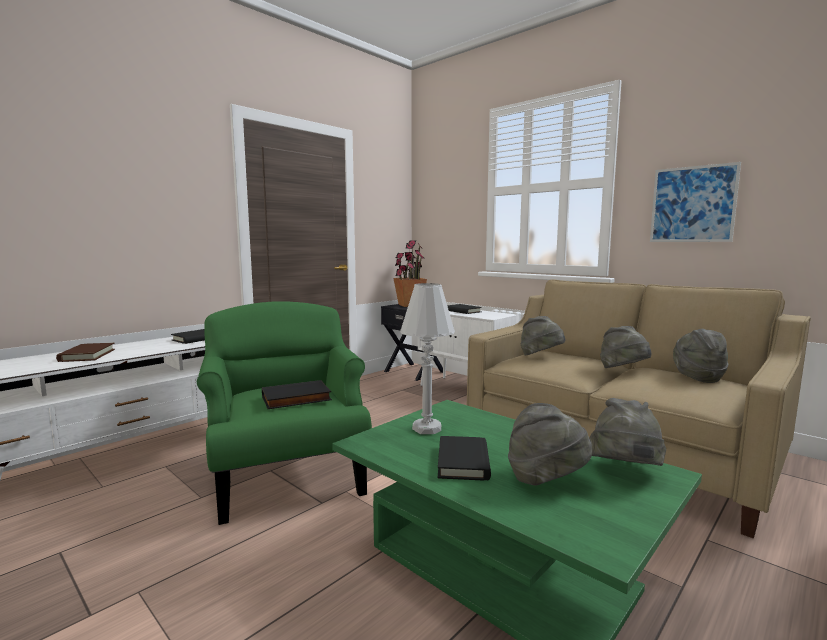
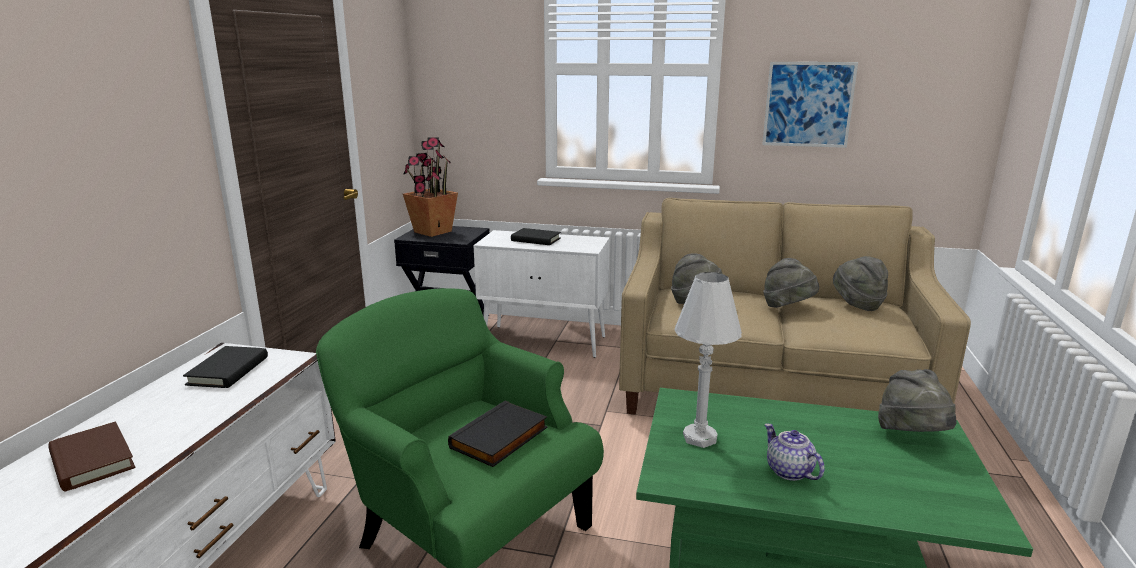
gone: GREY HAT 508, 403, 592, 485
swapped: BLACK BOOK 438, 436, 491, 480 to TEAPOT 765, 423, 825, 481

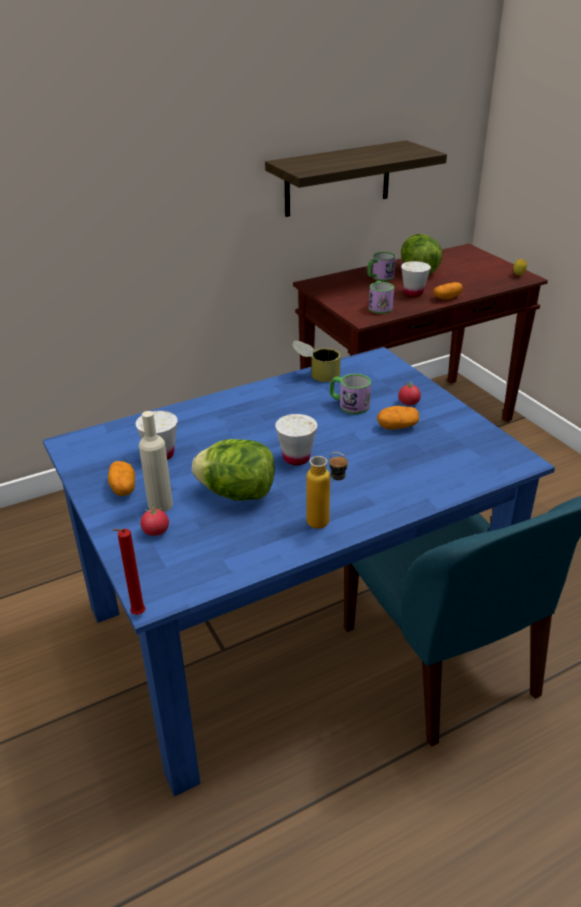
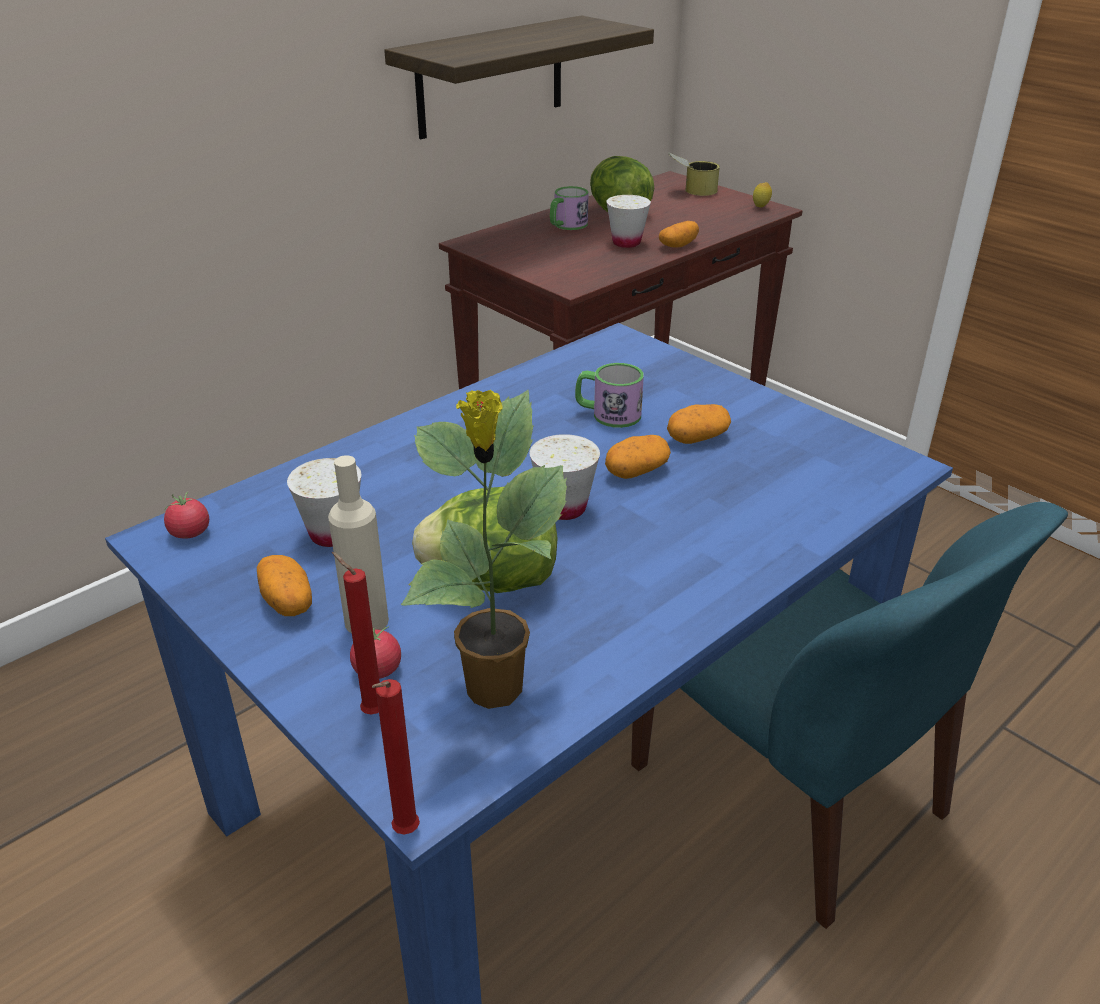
gone: MUG 369, 281, 394, 314; BOTTLE 306, 452, 348, 529
new: POTTED PLANT 401, 390, 567, 709; POTATO 605, 435, 671, 479; RED CANDLE 332, 552, 380, 714
shifted: CAN 292, 340, 341, 382 to 668, 152, 720, 196; TOMATO 398, 382, 421, 405 to 164, 492, 209, 539

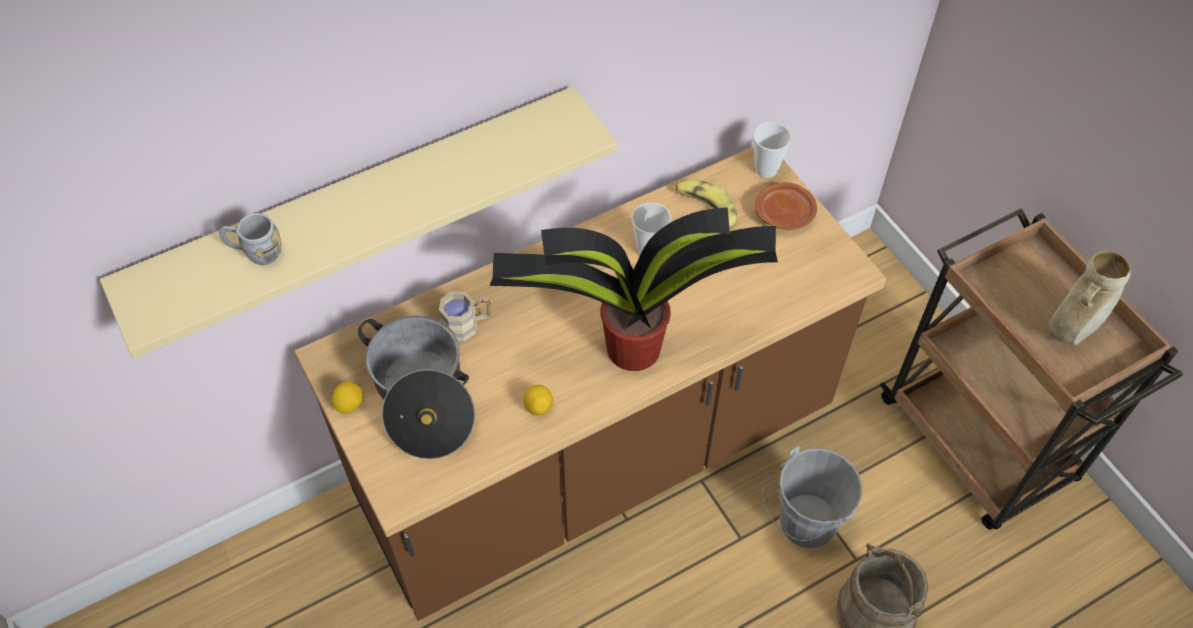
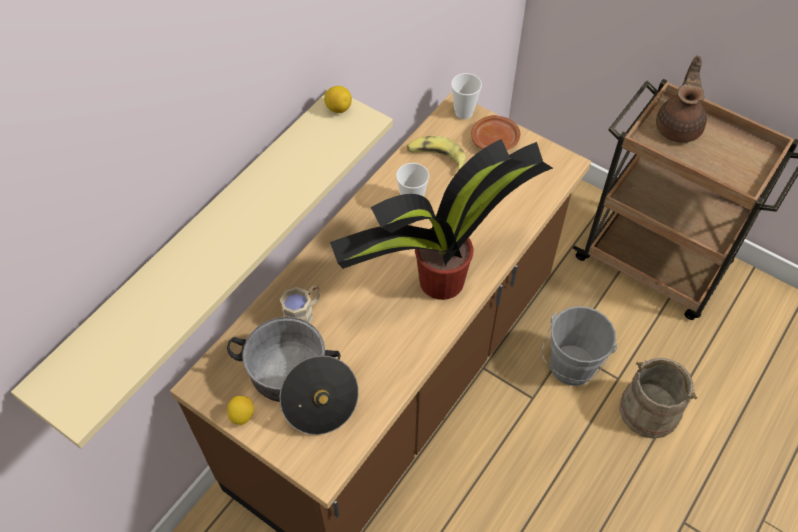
gone: GREY MUG 219, 213, 282, 265; BEIGE VASE 1049, 251, 1131, 345
new: BROWN TEAPOT 656, 56, 707, 143
shifted: LEMON 523, 385, 553, 415 to 324, 86, 352, 113

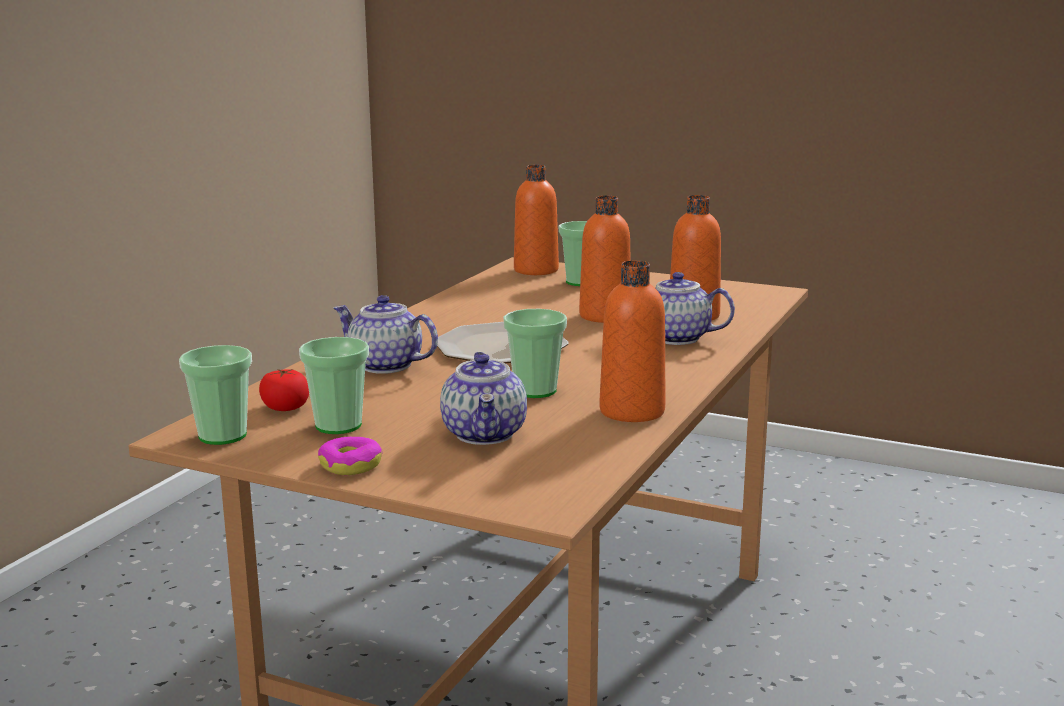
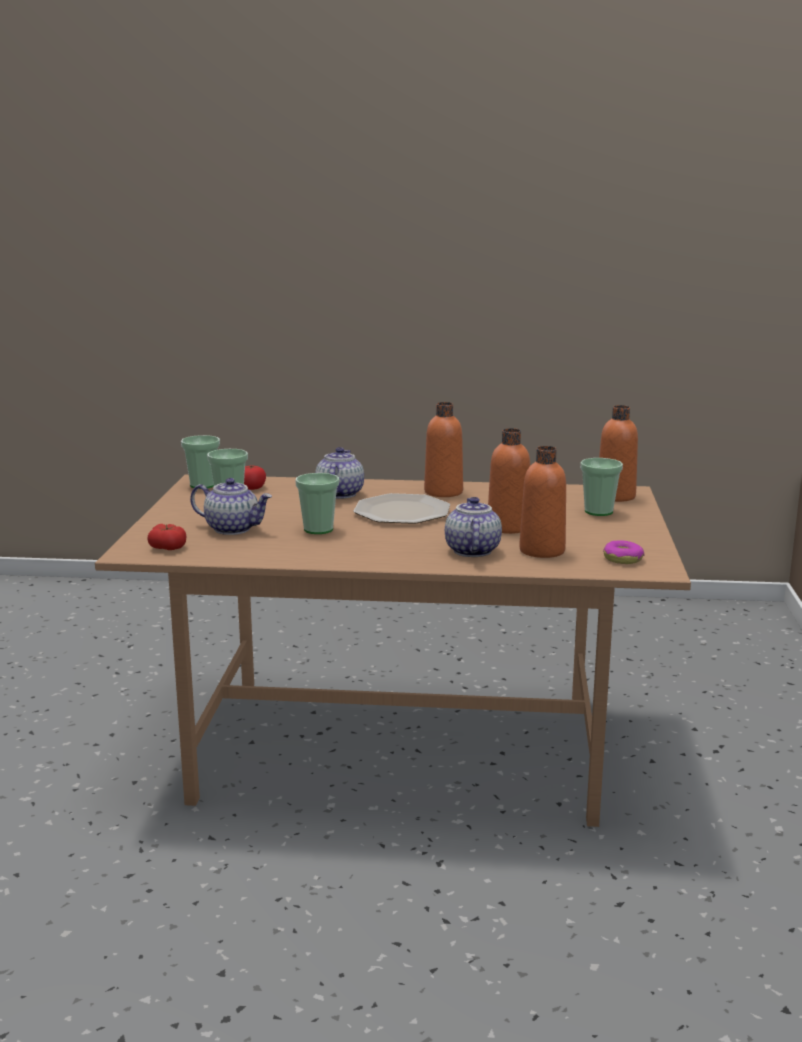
new: TOMATO 147, 524, 186, 550
shifted: ORANGE BOTTLE 599, 261, 665, 422 to 424, 402, 463, 497; DONUT 318, 437, 383, 475 to 603, 540, 644, 564
rotated: TEAPOT 440, 352, 527, 445 = 190, 478, 272, 535 135 degrees counterclockwise

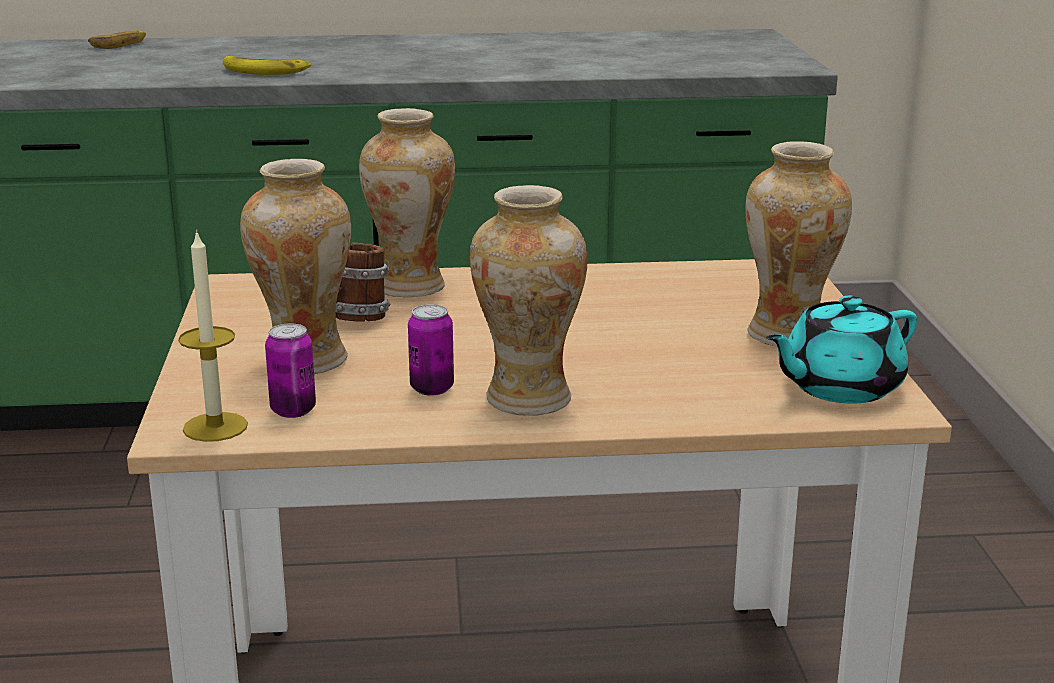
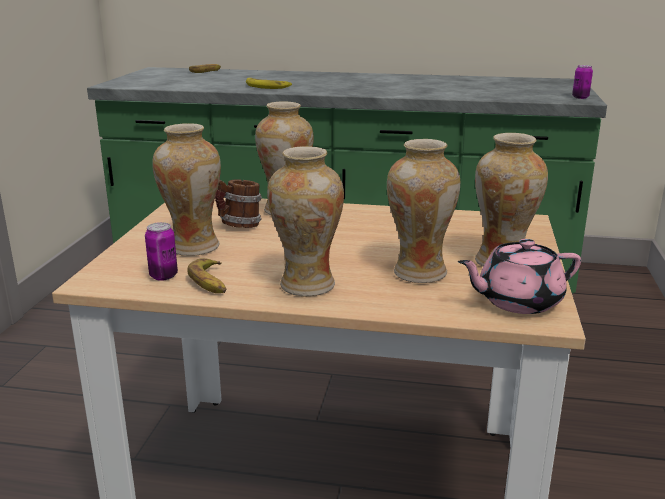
gone: CANDLE 178, 229, 248, 442
new: VASE 387, 139, 460, 283; BANANA 187, 258, 226, 293
shifted: CAN 408, 304, 454, 396 to 572, 65, 593, 99
repainted: TURQUOISE TEAPOT 766, 296, 917, 404 to PINK TEAPOT 458, 239, 581, 314

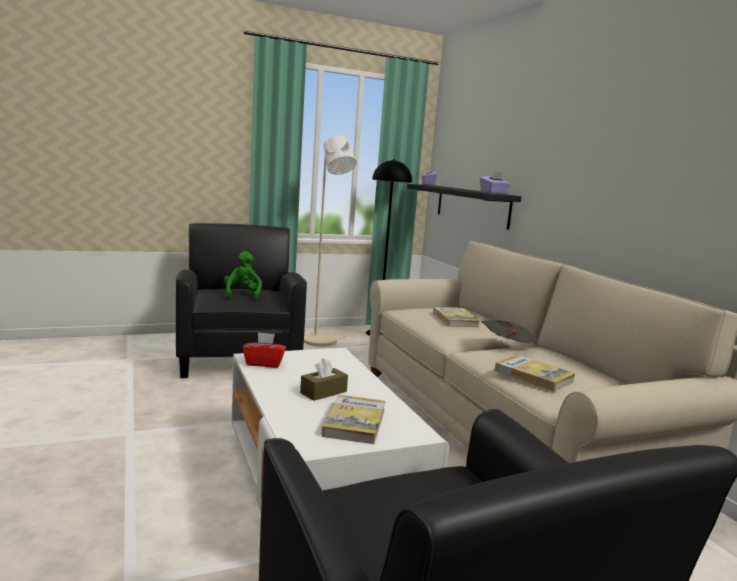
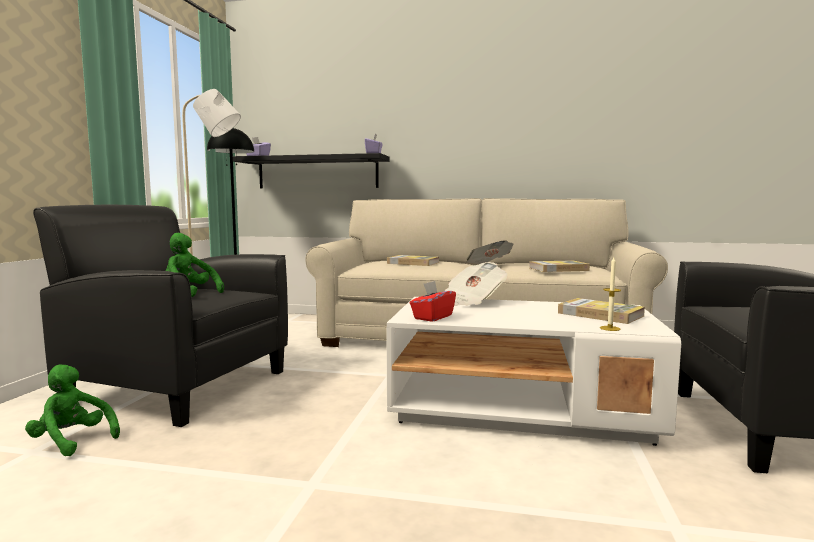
gone: BROWN TISSUE BOX 300, 357, 348, 401
new: CANDLE 600, 257, 621, 331; NEWSPAPER 445, 262, 507, 306; GREEN PLUSH TOY 25, 365, 120, 456

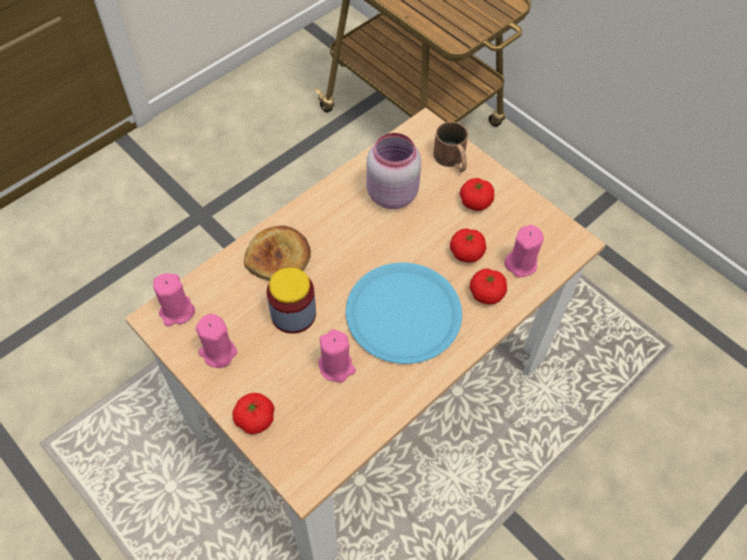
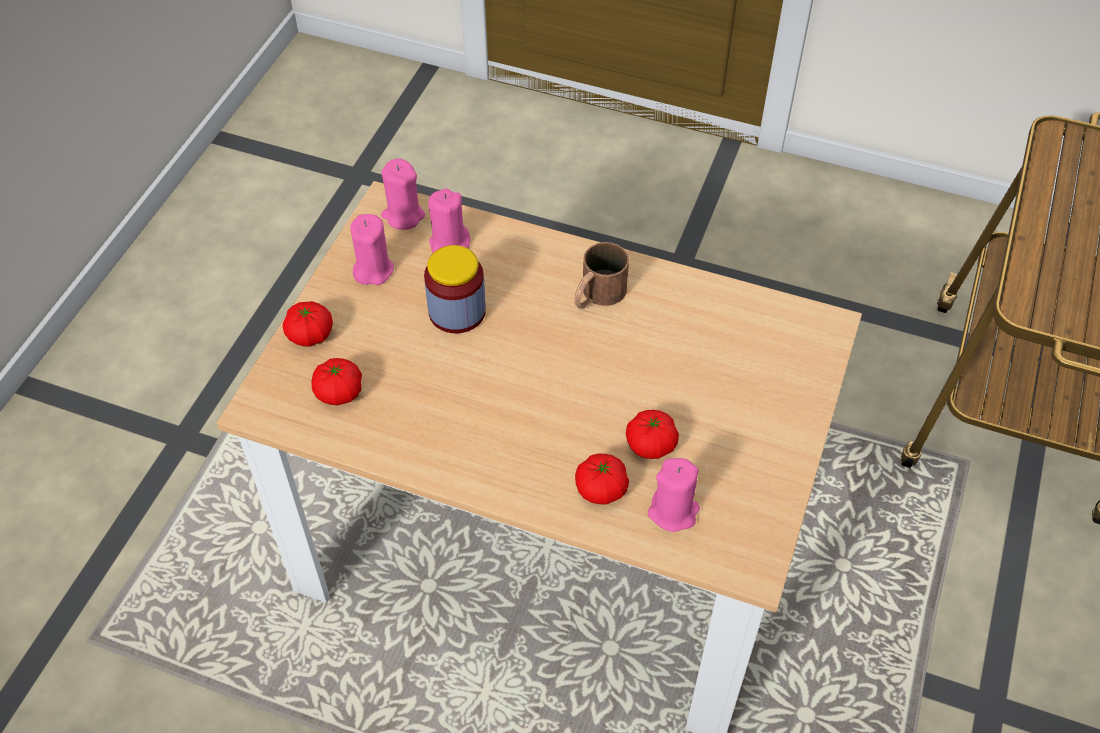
gone: PINK JAR 366, 133, 421, 209; BREAD 244, 226, 311, 281; BLUE PLATE 346, 263, 462, 364
shifted: BROWN MUG 433, 122, 468, 172 to 574, 242, 629, 309; TOMATO 460, 178, 494, 211 to 311, 358, 362, 406; PINK CANDLE 318, 329, 356, 383 to 428, 188, 471, 253

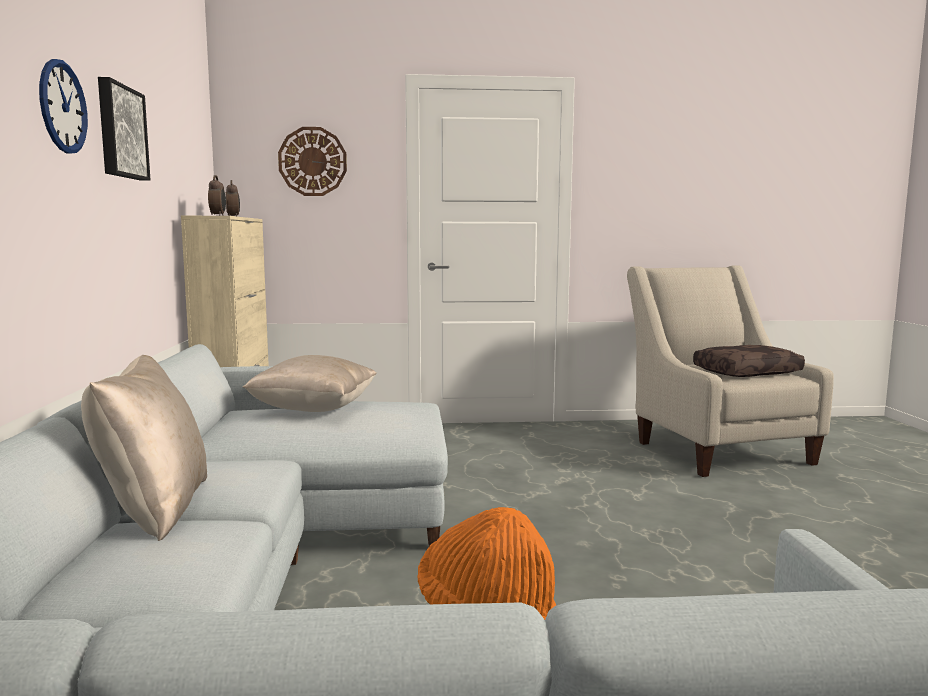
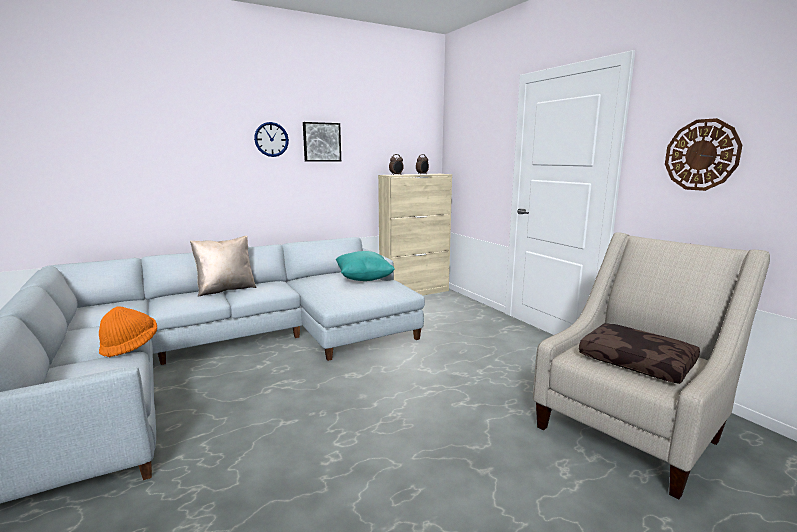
shifted: WALL CLOCK 278, 127, 347, 196 to 665, 118, 742, 191
repainted: BEIGE PILLOW 243, 355, 377, 412 to TURQUOISE PILLOW 336, 251, 395, 281

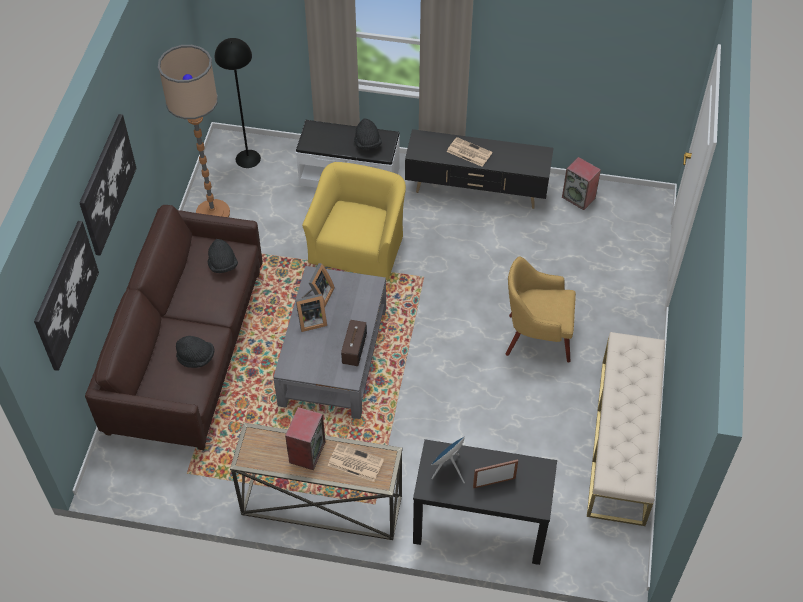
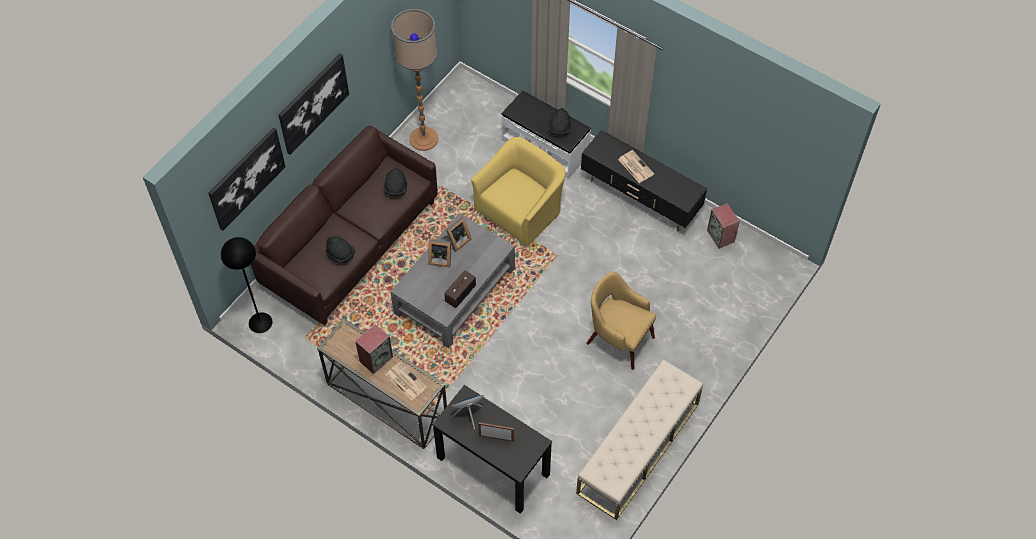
shifted: BLACK FLOOR LAMP 215, 38, 261, 168 to 221, 237, 273, 333

